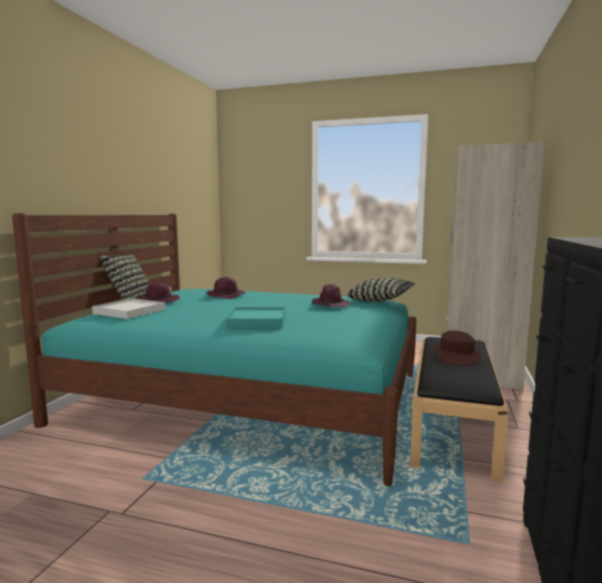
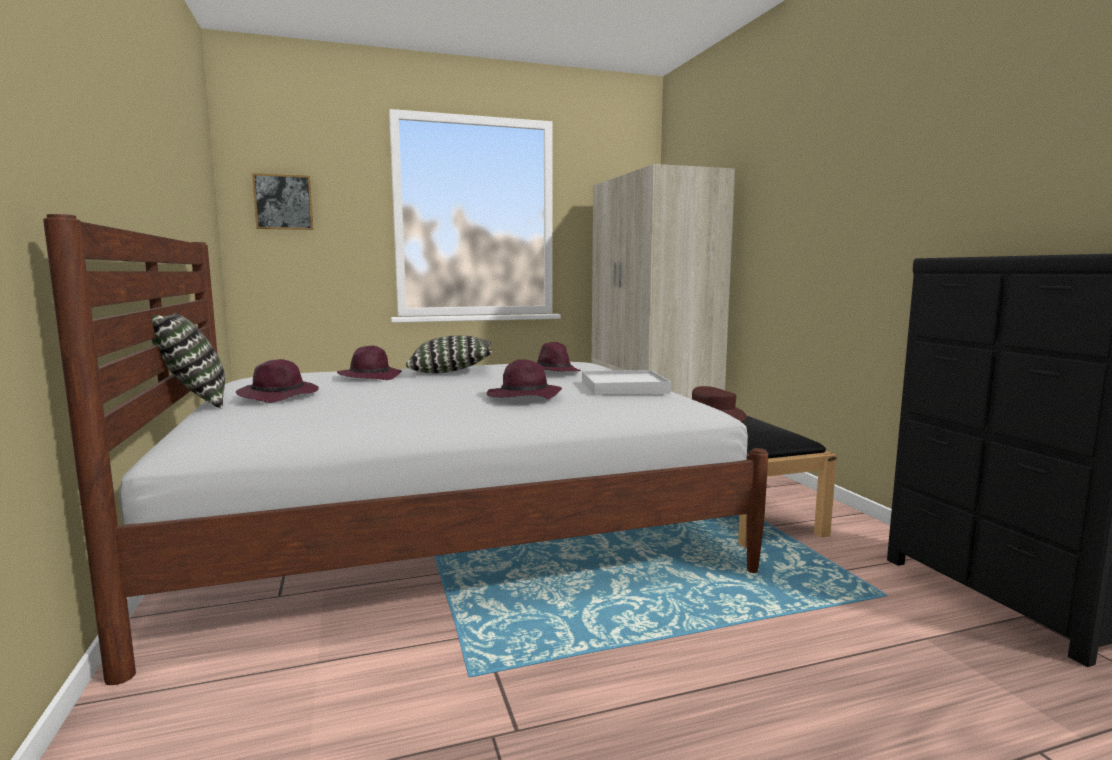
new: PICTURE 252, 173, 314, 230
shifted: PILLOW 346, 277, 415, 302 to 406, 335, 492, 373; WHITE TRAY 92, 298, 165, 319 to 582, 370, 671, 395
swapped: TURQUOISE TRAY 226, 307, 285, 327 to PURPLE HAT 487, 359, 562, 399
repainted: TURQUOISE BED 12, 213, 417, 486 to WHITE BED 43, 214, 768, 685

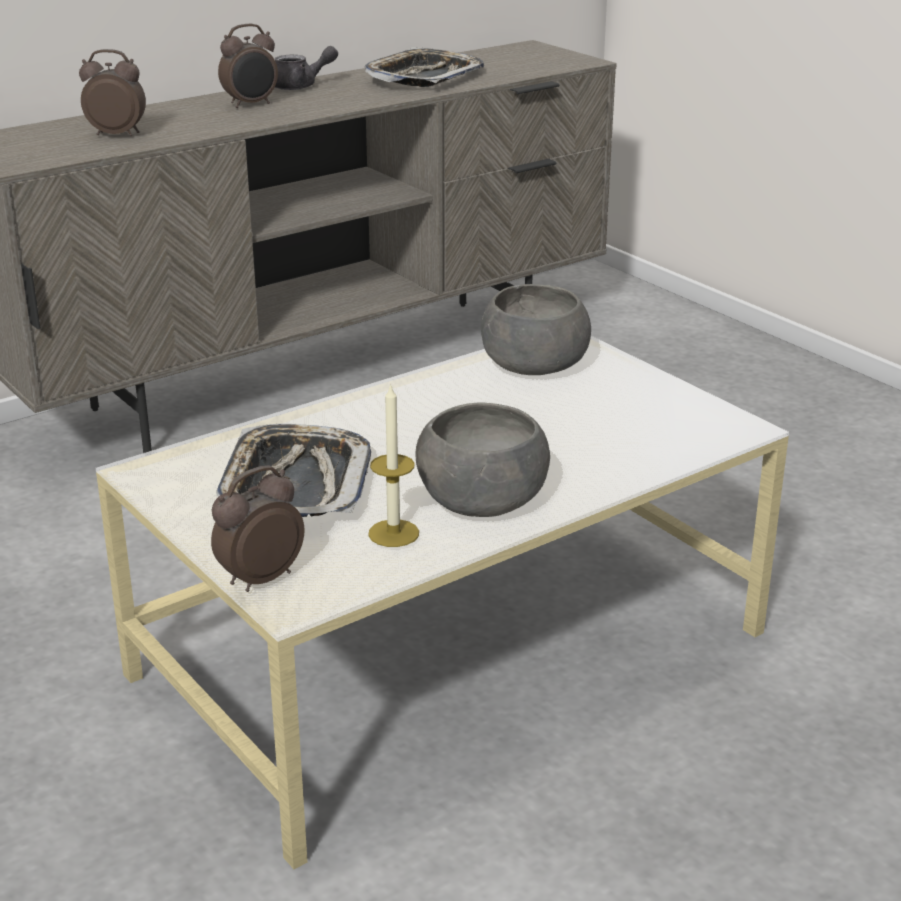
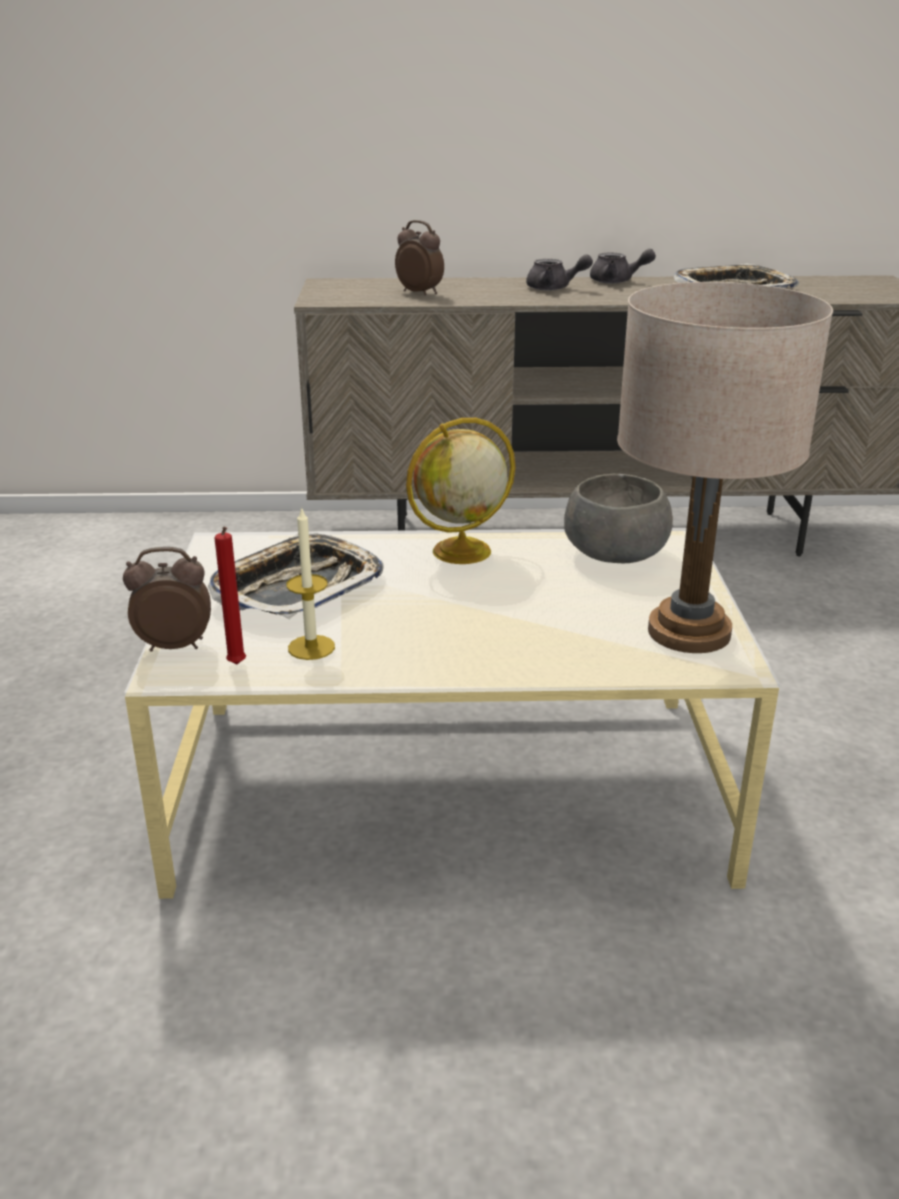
gone: GREY BOWL 415, 402, 550, 517
new: BEIGE TABLE LAMP 617, 282, 833, 653; GLOBE 406, 418, 516, 564; RED CANDLE 214, 526, 246, 664
swapped: ALARM CLOCK 218, 24, 278, 108 to GREY TEAPOT 526, 254, 593, 291

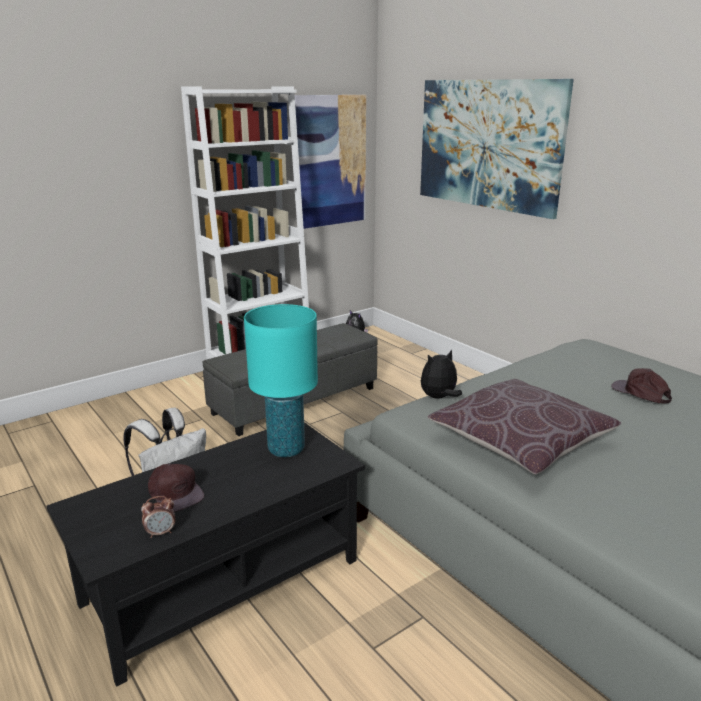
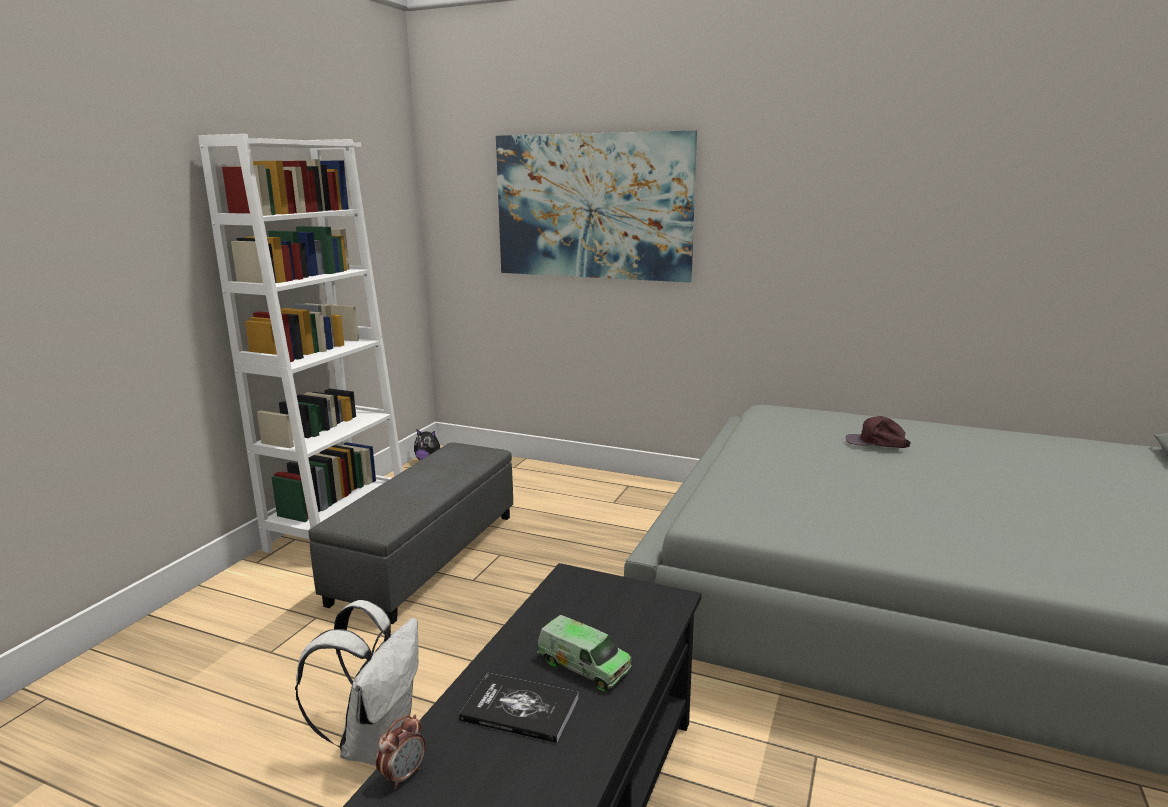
gone: PICTURE 295, 95, 366, 229; TURQUOISE TABLE LAMP 244, 304, 318, 458; PLUSH TOY 421, 350, 462, 399; BROWN PILLOW 428, 379, 621, 475
new: TOY TRUCK 537, 615, 632, 691
shifted: ALARM CLOCK 141, 496, 175, 538 to 376, 715, 426, 789
swapped: BROWN CAP 148, 463, 204, 512 to BOOK 459, 673, 579, 743

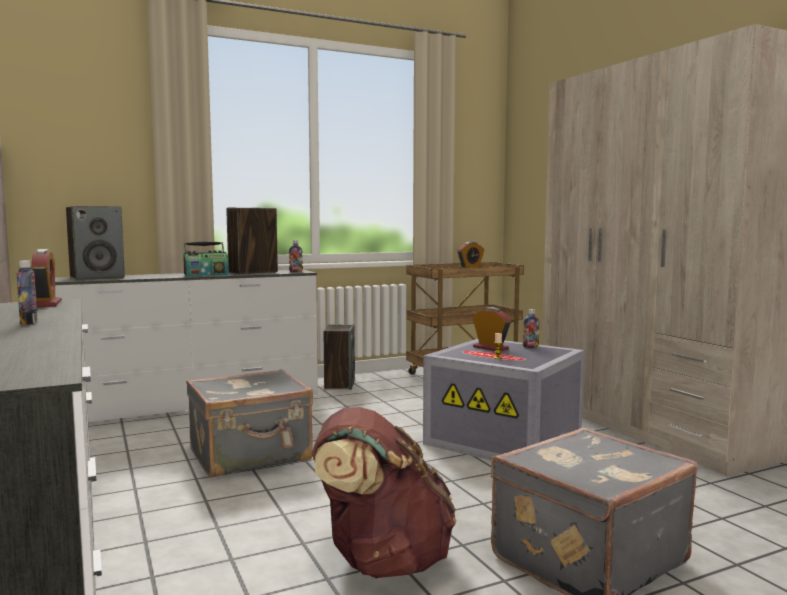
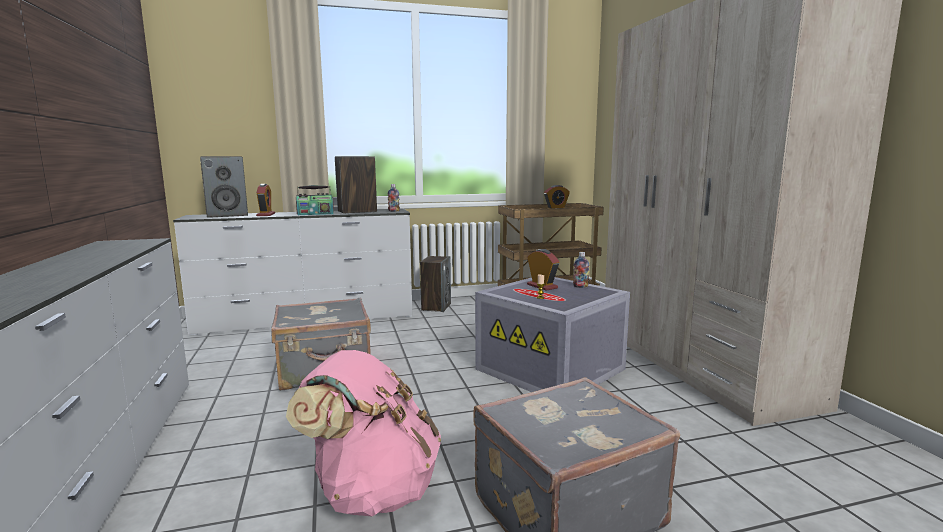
gone: BOTTLE 16, 261, 38, 325
shifted: ALARM CLOCK 31, 249, 62, 307 to 256, 184, 275, 216
repainted: BROWN BACKPACK 312, 407, 456, 578 to PINK BACKPACK 286, 350, 441, 517

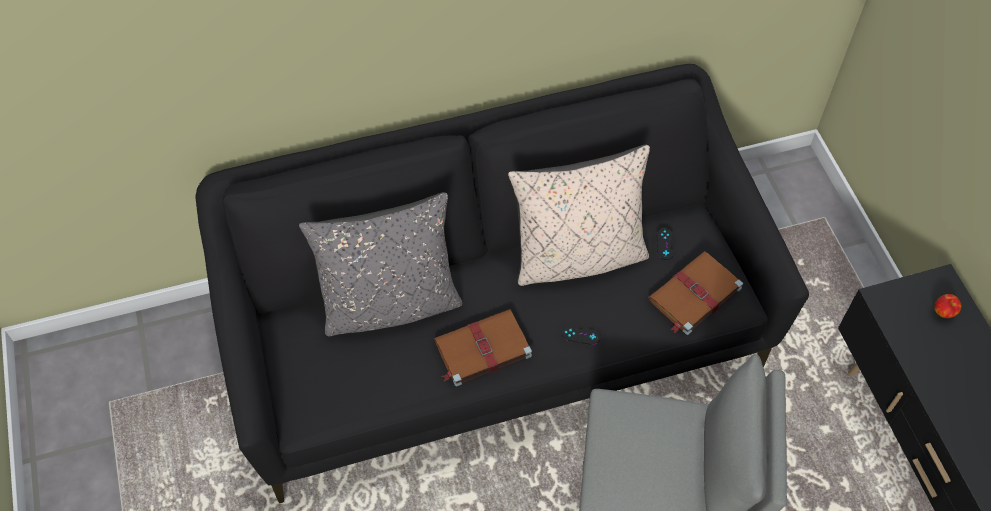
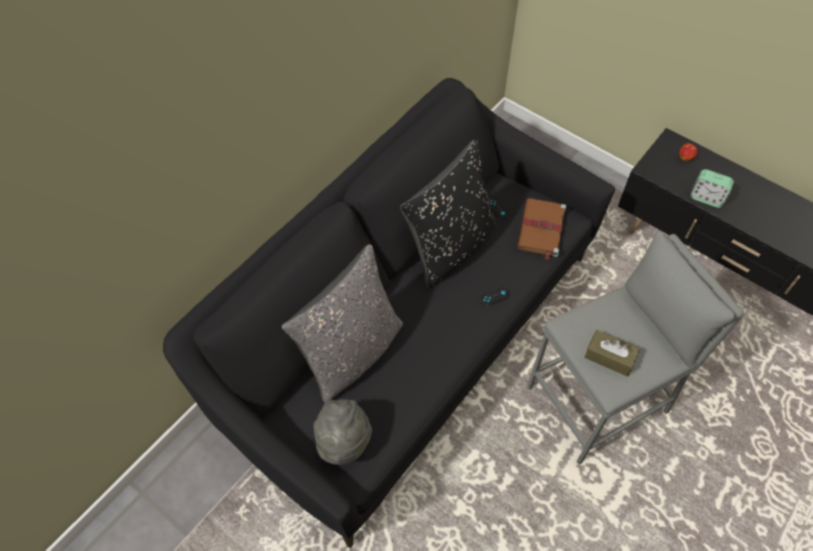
gone: BROWN BOOK 434, 309, 532, 387
new: ALARM CLOCK 690, 169, 734, 208; BROWN TISSUE BOX 585, 330, 640, 376; GREY HAT 313, 399, 372, 465
repainted: BEIGE PILLOW 508, 145, 650, 286 to BLACK PILLOW 400, 140, 496, 288

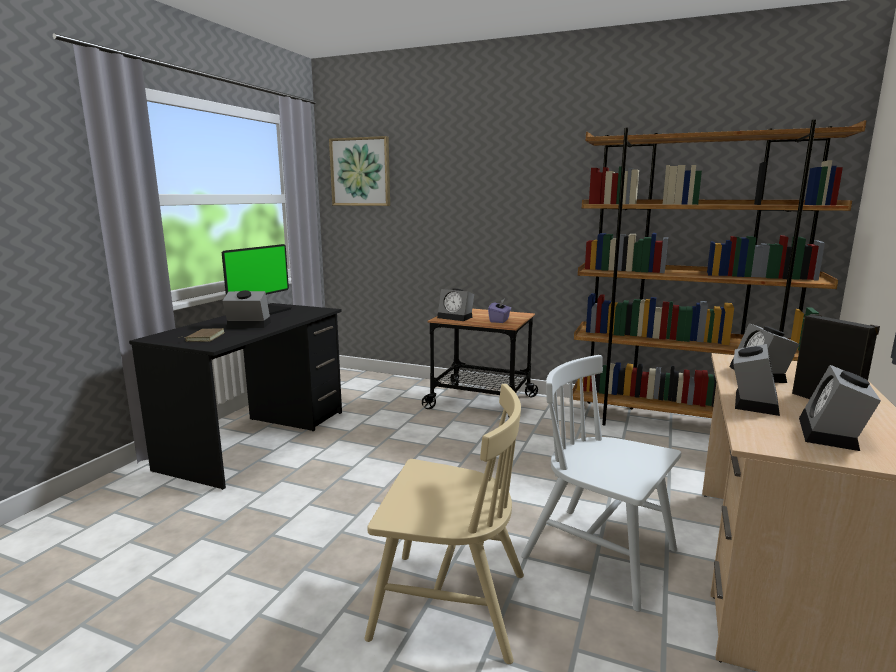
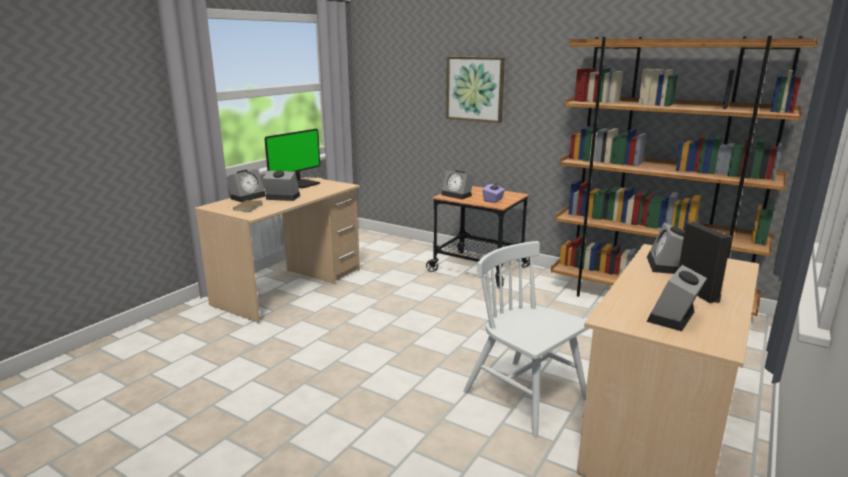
gone: BEIGE CHAIR 365, 384, 524, 664
shifted: PICTURE 329, 136, 390, 206 to 446, 57, 505, 123; ALARM CLOCK 733, 344, 780, 416 to 226, 169, 266, 202
repainted: BLACK DESK 129, 303, 342, 490 to BEIGE DESK 194, 177, 360, 323

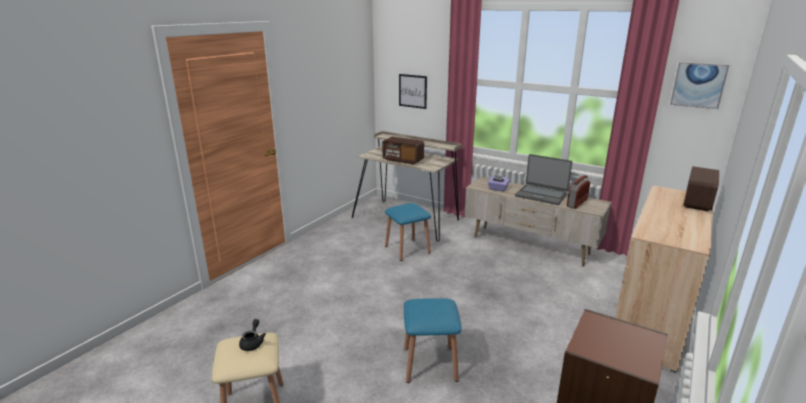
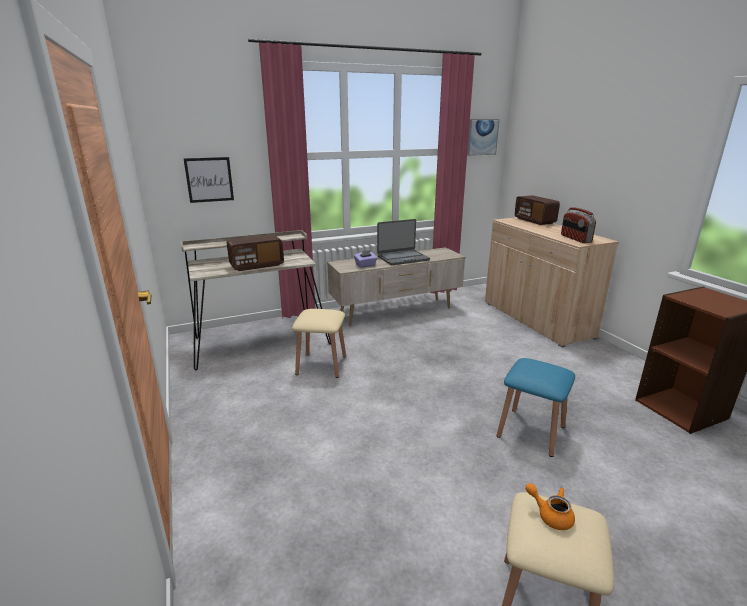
shifted: RADIO 567, 175, 590, 209 to 561, 207, 596, 243
repainted: BLUE STOOL 385, 203, 431, 261 to BEIGE STOOL 292, 309, 346, 378; BLACK TEAPOT 239, 319, 266, 351 to ORANGE TEAPOT 525, 483, 575, 530

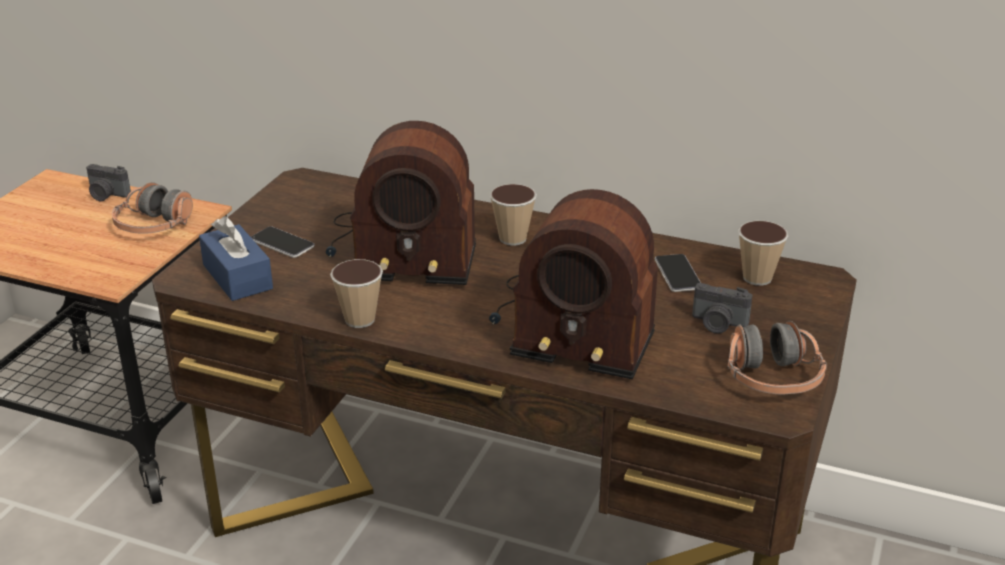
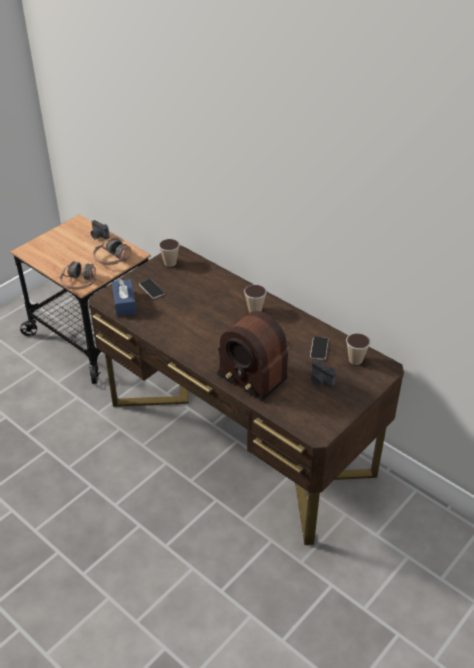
gone: RADIO 326, 121, 476, 285
shifted: CUP 330, 259, 383, 328 to 159, 239, 180, 267; HEADPHONES 728, 321, 827, 394 to 59, 261, 96, 290

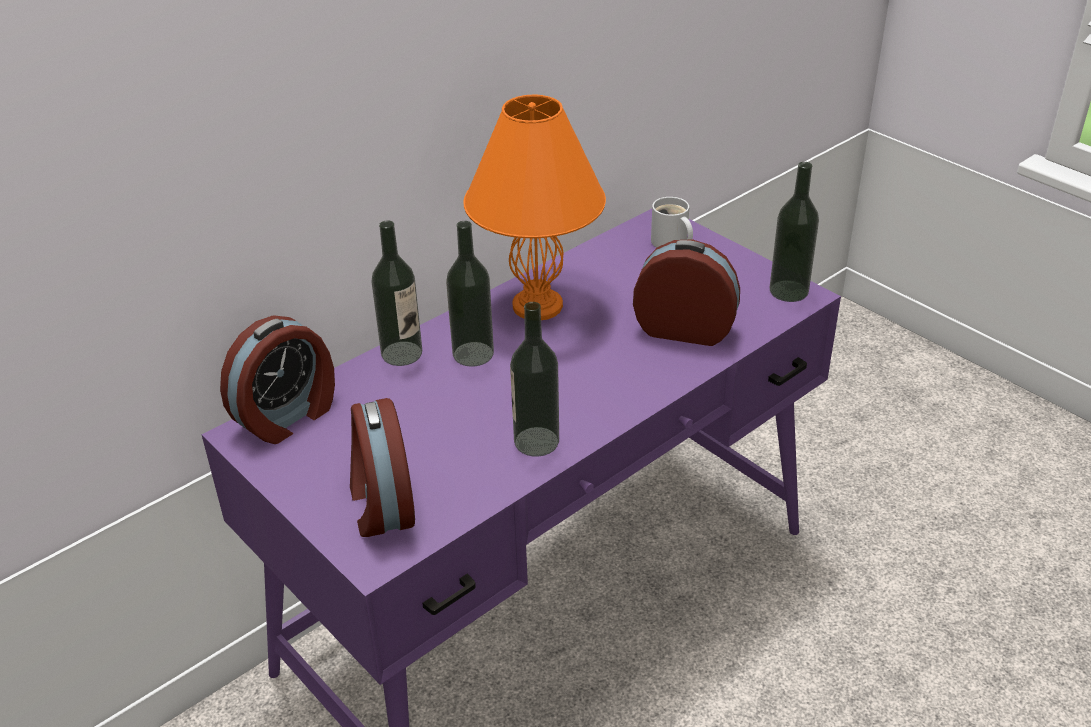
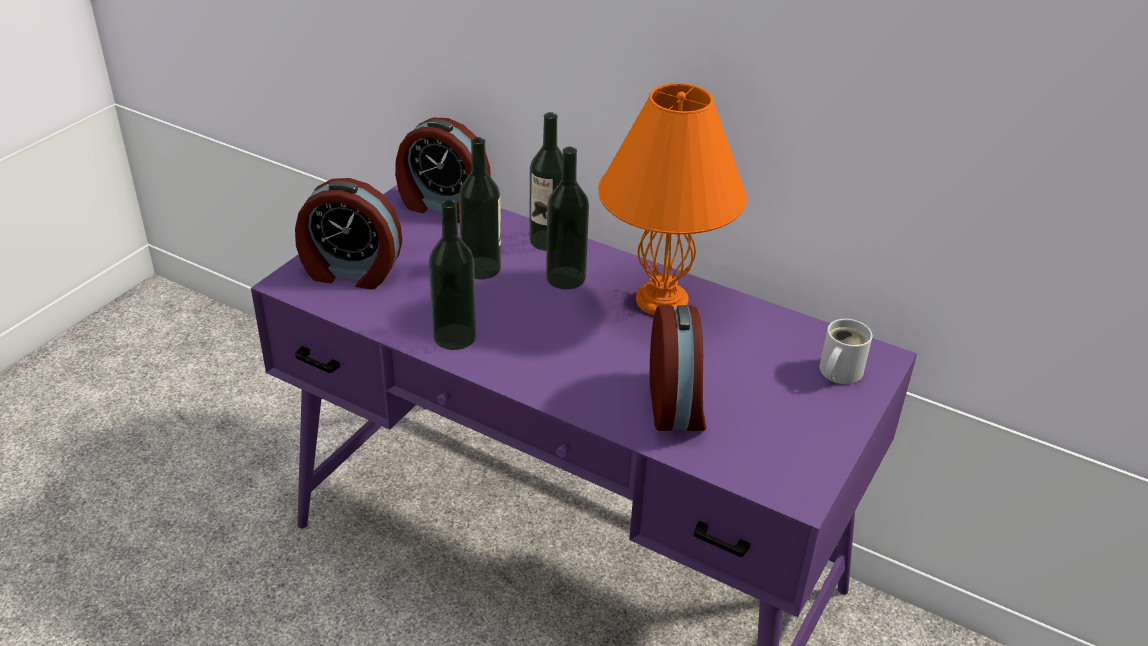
shifted: BOTTLE 769, 162, 819, 302 to 459, 137, 501, 279
rotated: ALARM CLOCK 350, 398, 415, 537 = 295, 178, 402, 289 135 degrees counterclockwise

